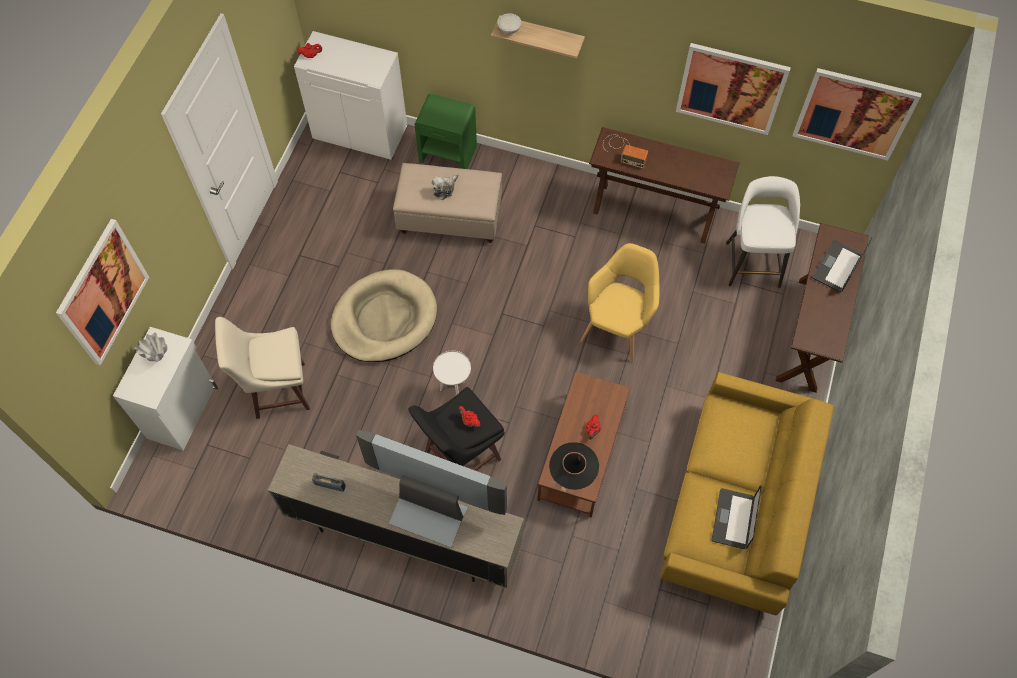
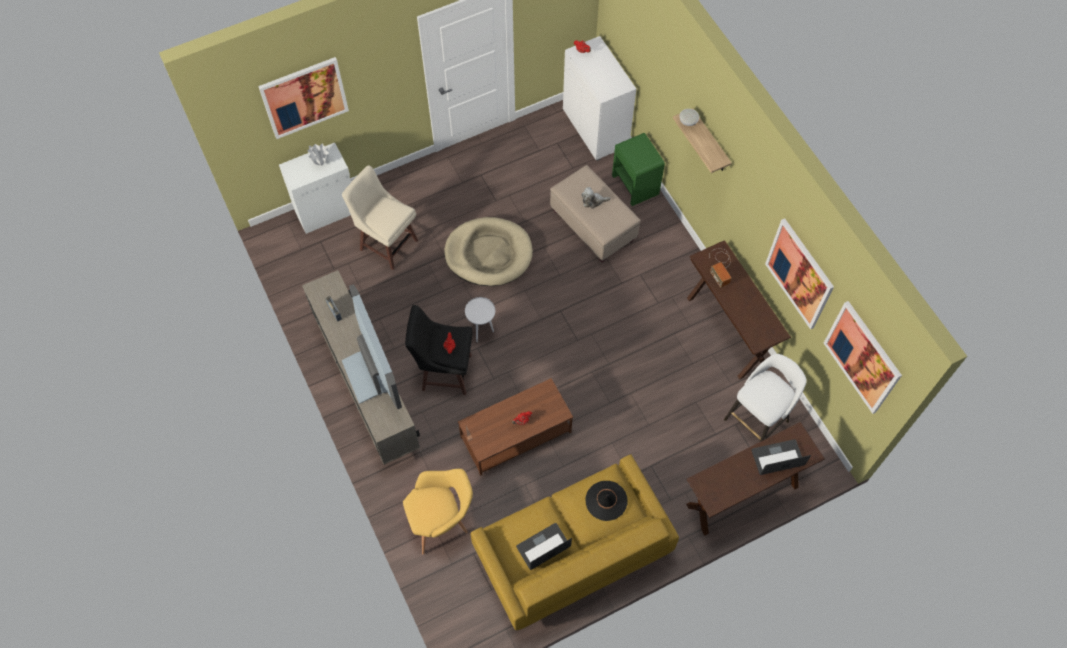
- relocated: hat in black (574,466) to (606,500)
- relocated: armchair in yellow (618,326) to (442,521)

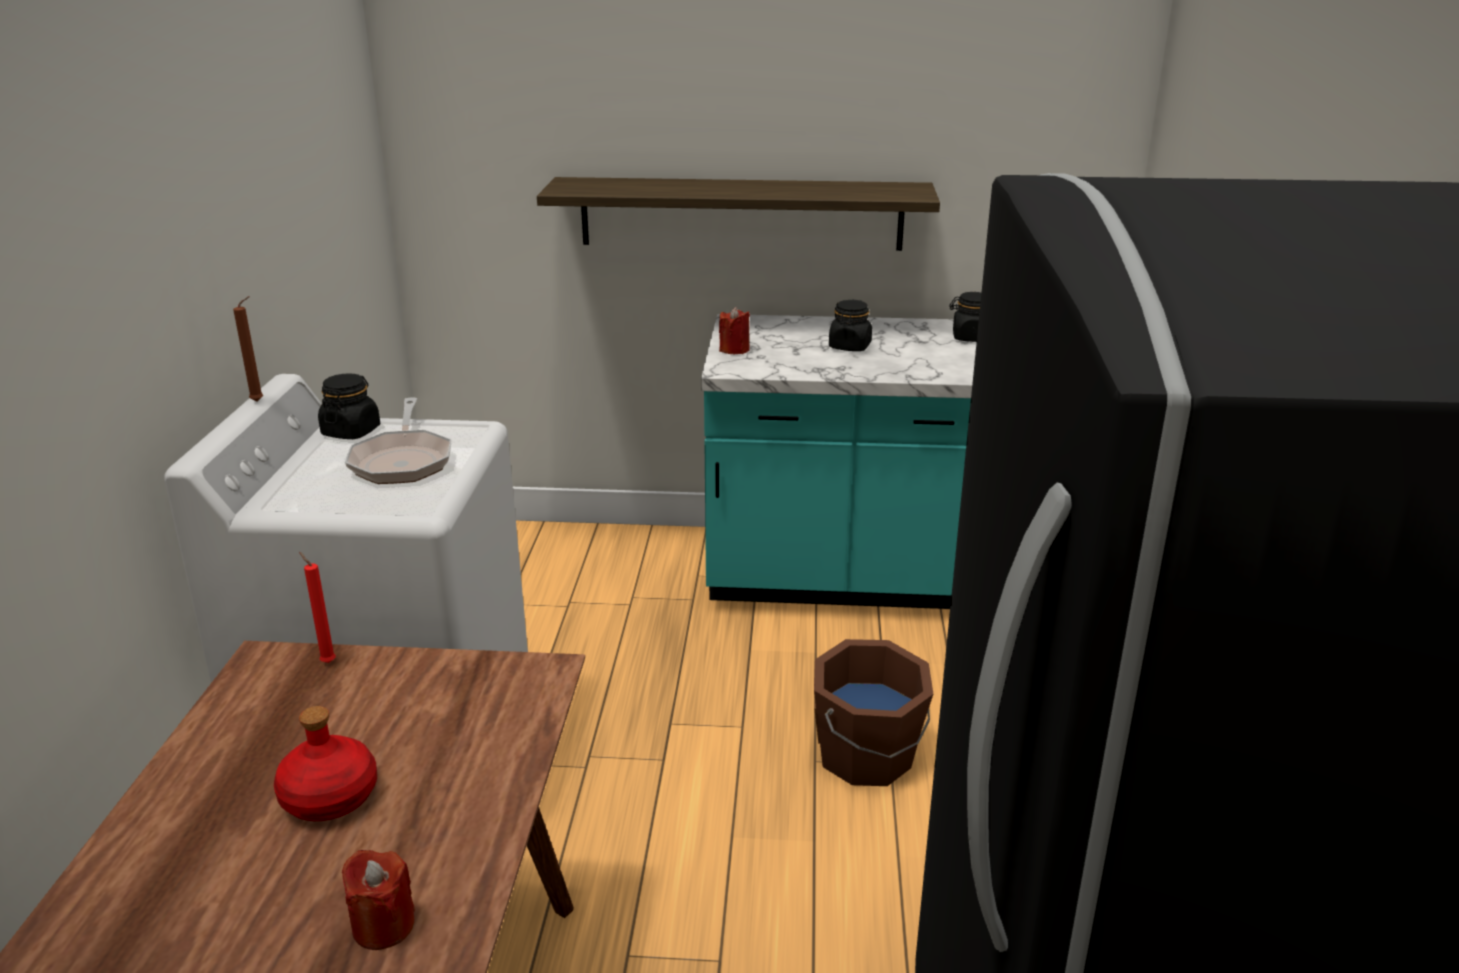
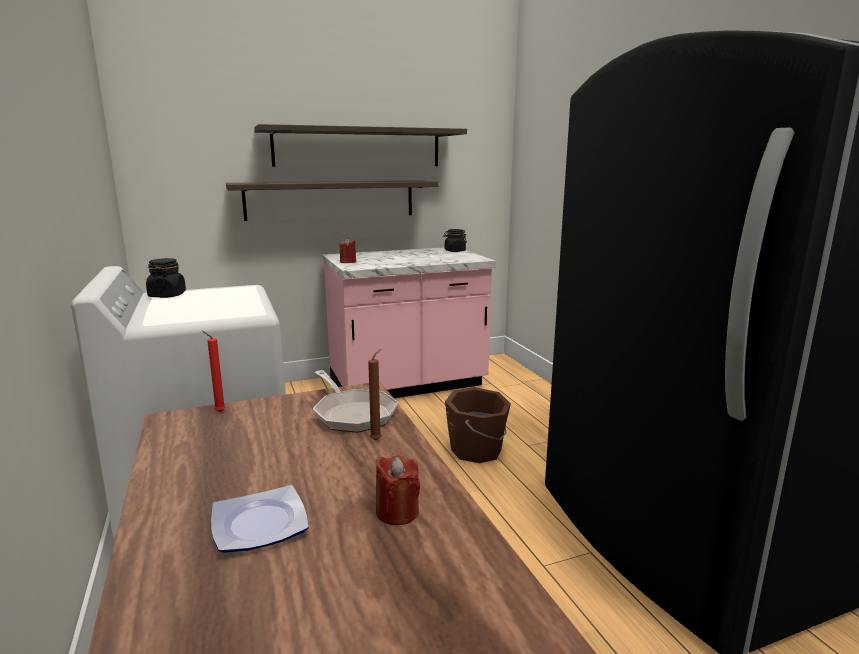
- relocated: candle in brown (259,401) to (377,439)
- missing: bottle in red (330,796)
- relocated: frying pan (402,461) to (352,414)
- colour: counter in turquoise (843,577) to counter in pink (407,384)
- missing: jar in black (850,347)
- appeared: plate (261,523)
- appeared: shelf (358,147)

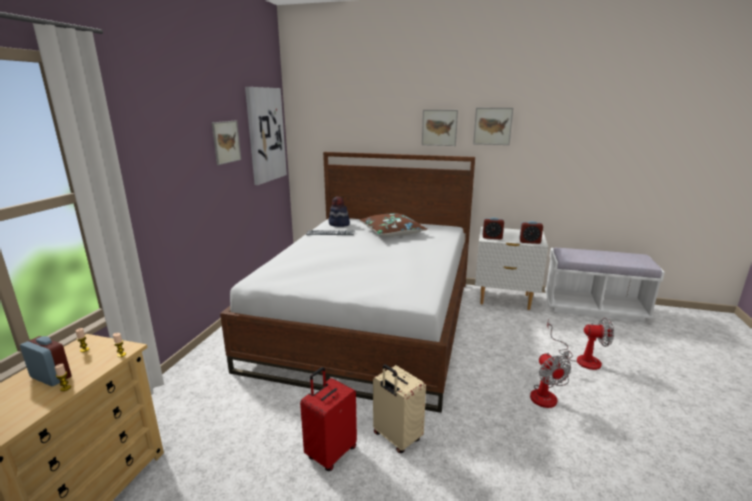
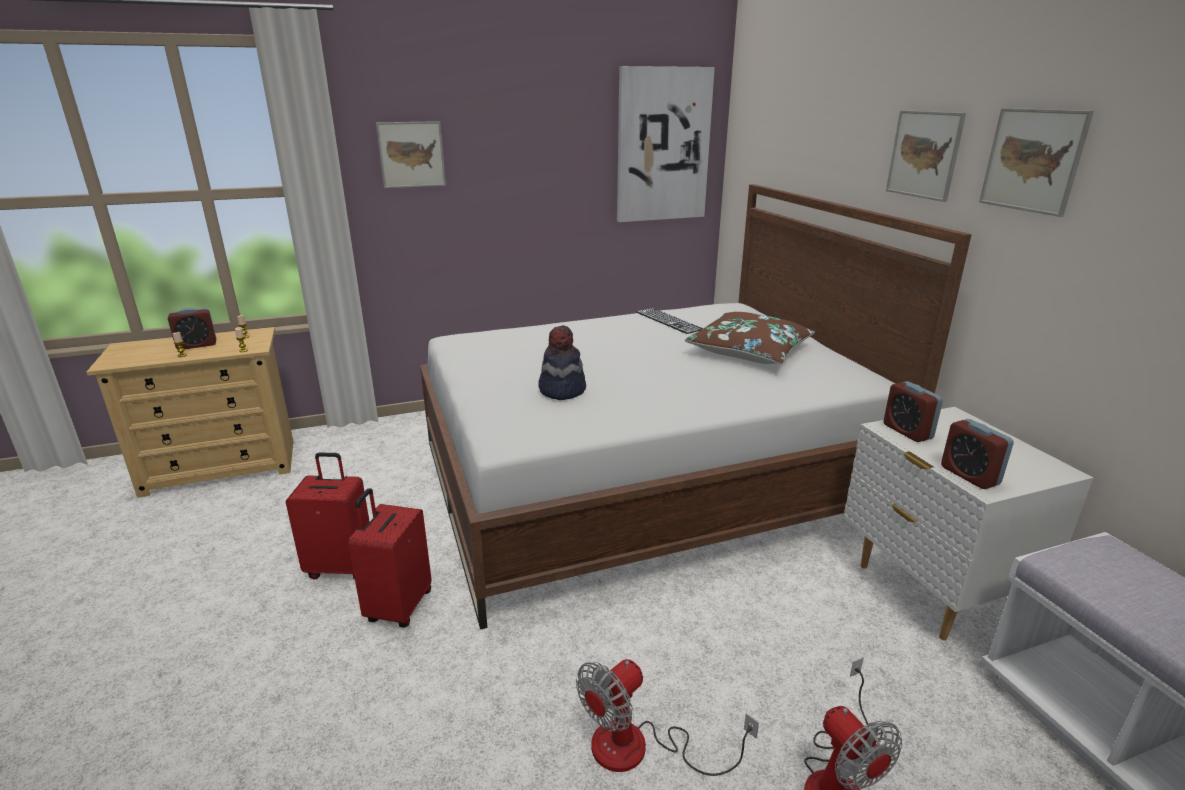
- spun: alarm clock (51,377) = (197,345) 75 degrees clockwise
- relocated: picture (226,142) to (411,154)
- relocated: hat (339,224) to (561,390)
- colour: suitcase in beige (396,438) to suitcase in red (398,607)

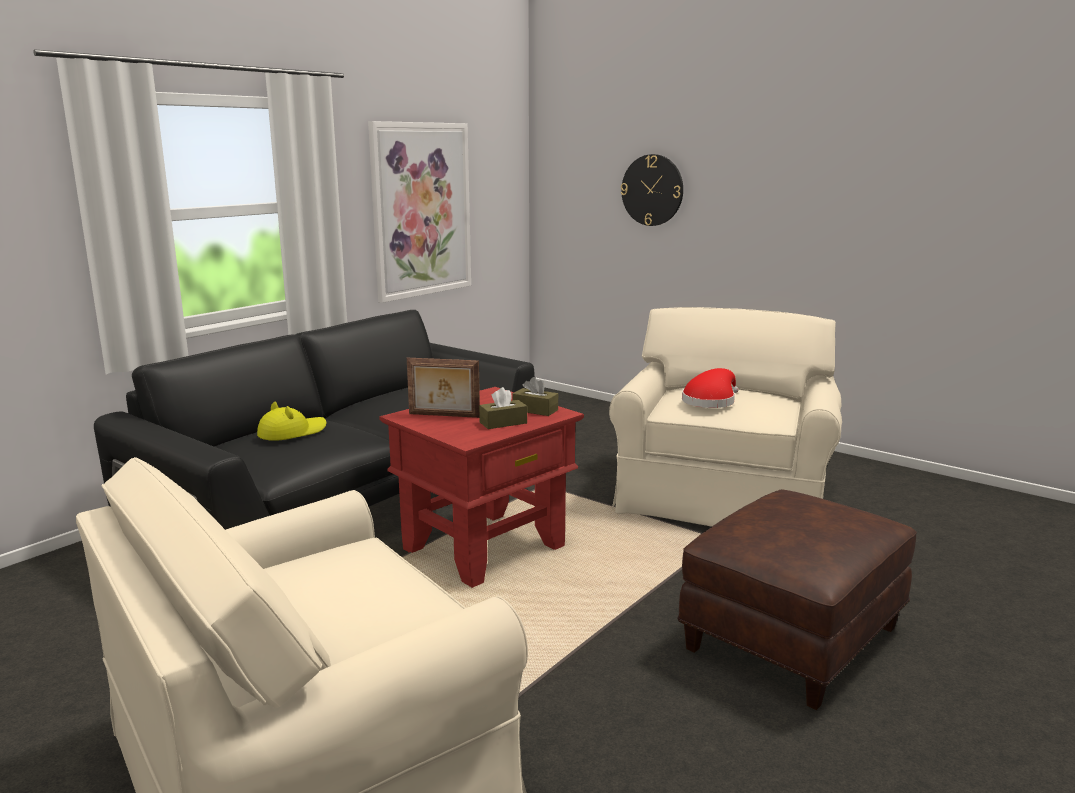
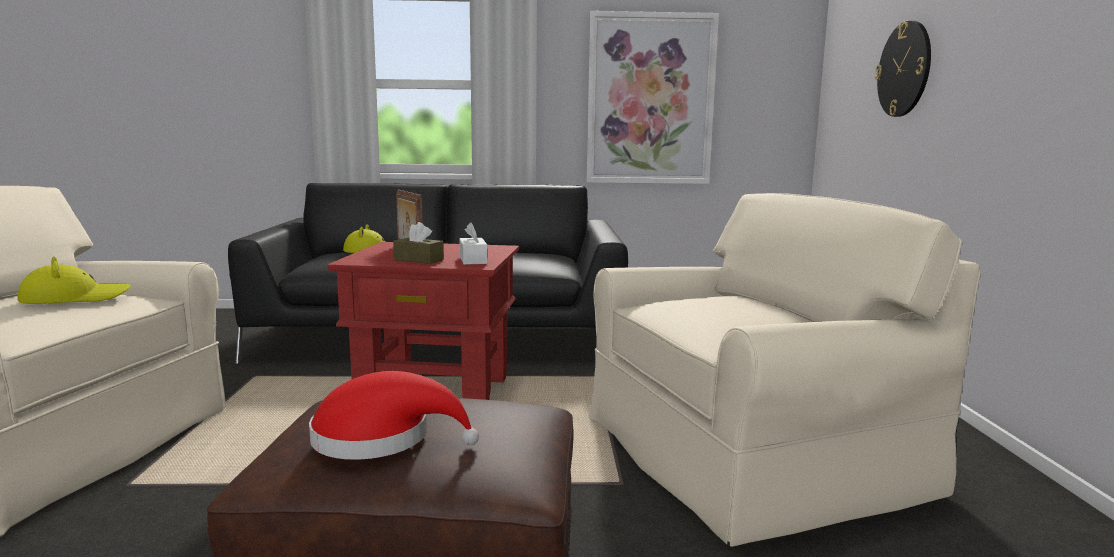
- colour: tissue box in brown (535,410) to tissue box in white (473,260)
- relocated: hat in red (710,401) to (381,438)
- appeared: hat in yellow (75,298)

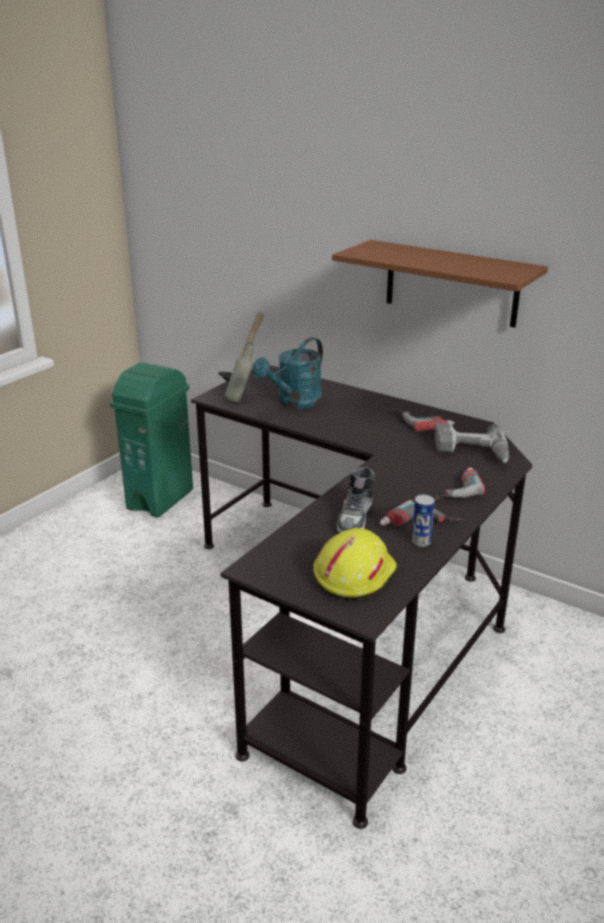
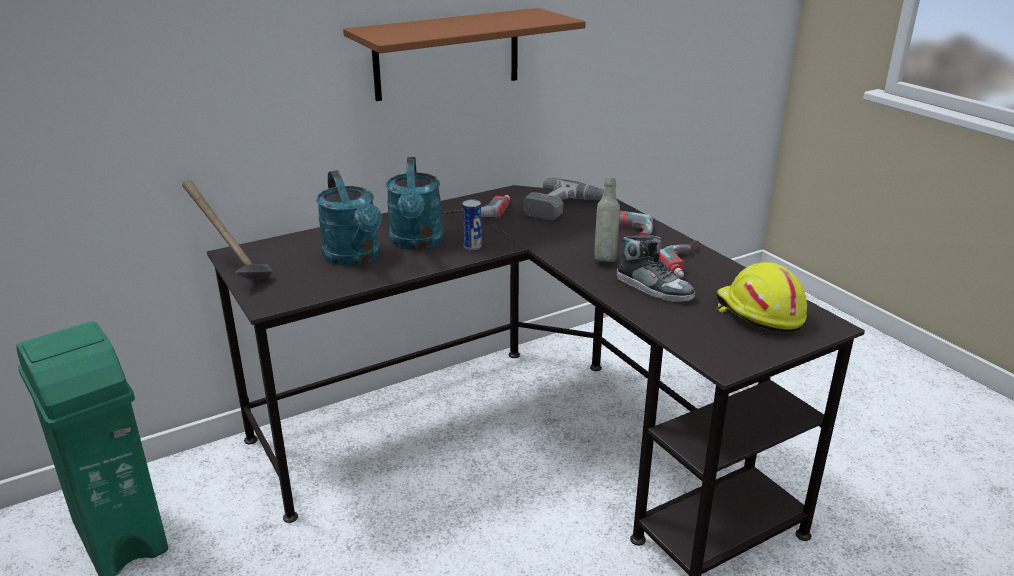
- relocated: bottle in grey (240,400) to (605,259)
- relocated: can (421,542) to (472,246)
- appeared: watering can in turquoise (417,243)

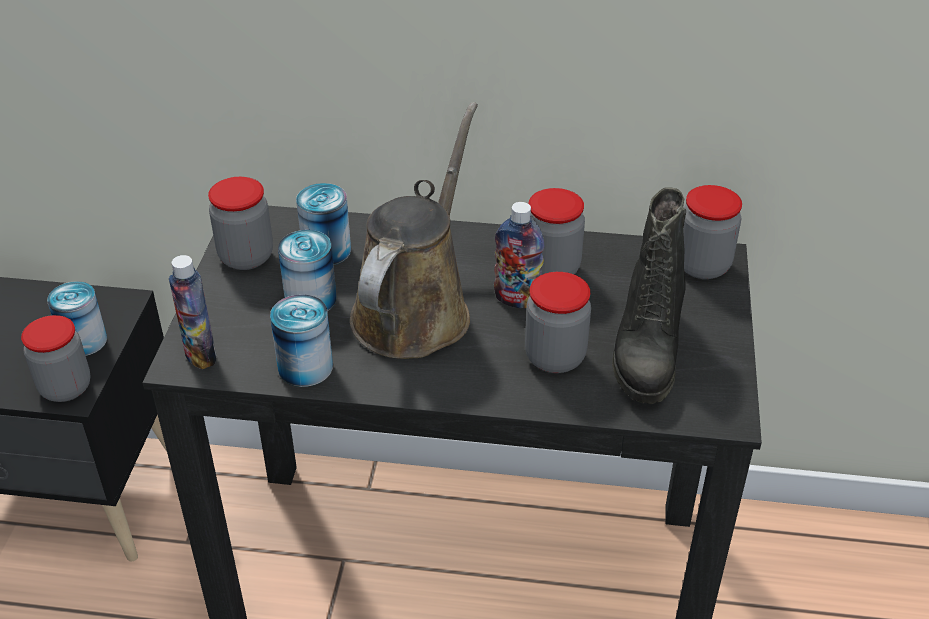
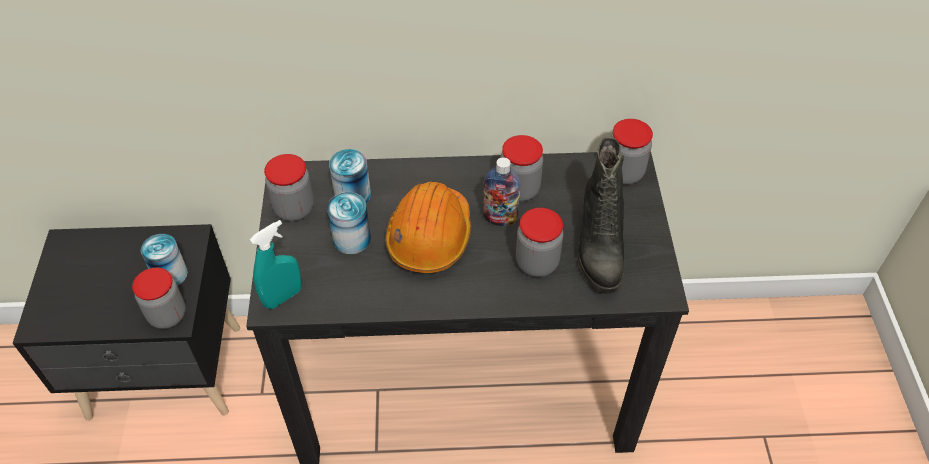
- exchanged: bottle (200,354) to spray bottle in turquoise (283,297)
- missing: can (305,367)
- exchanged: watering can in brown (415,309) to hard hat in orange (430,237)

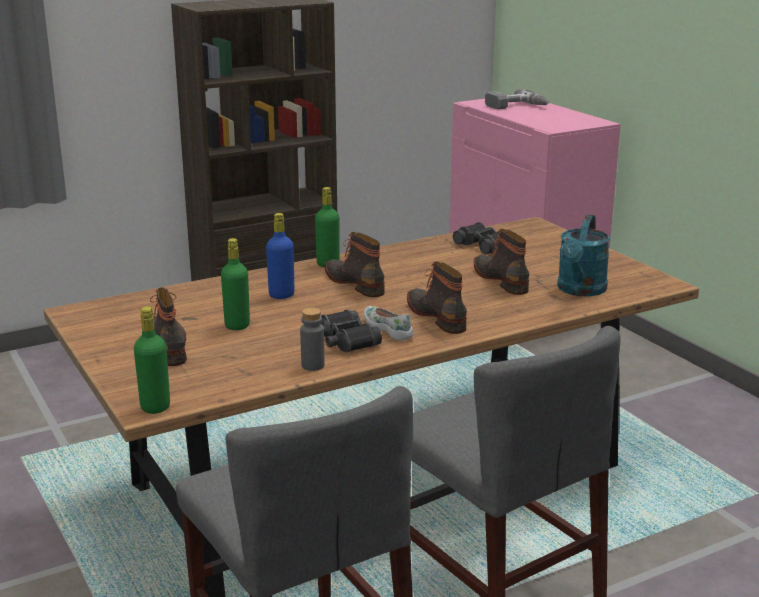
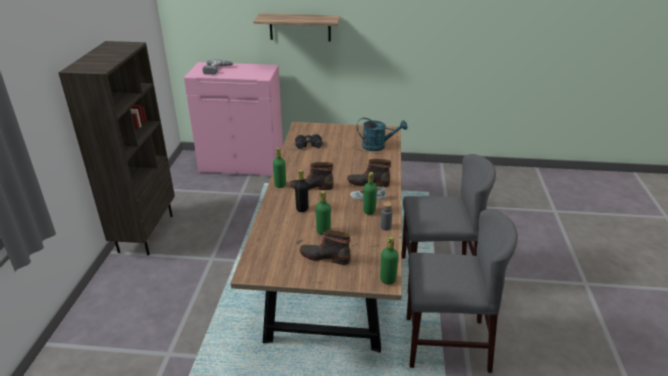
- colour: bottle in blue (281,295) to bottle in black (302,209)
- exchanged: binoculars in black (345,340) to bottle in green (369,211)
- missing: boot (502,279)
- spun: watering can in turquoise (580,290) = (378,146) 45 degrees counterclockwise
- appeared: shelf (300,27)

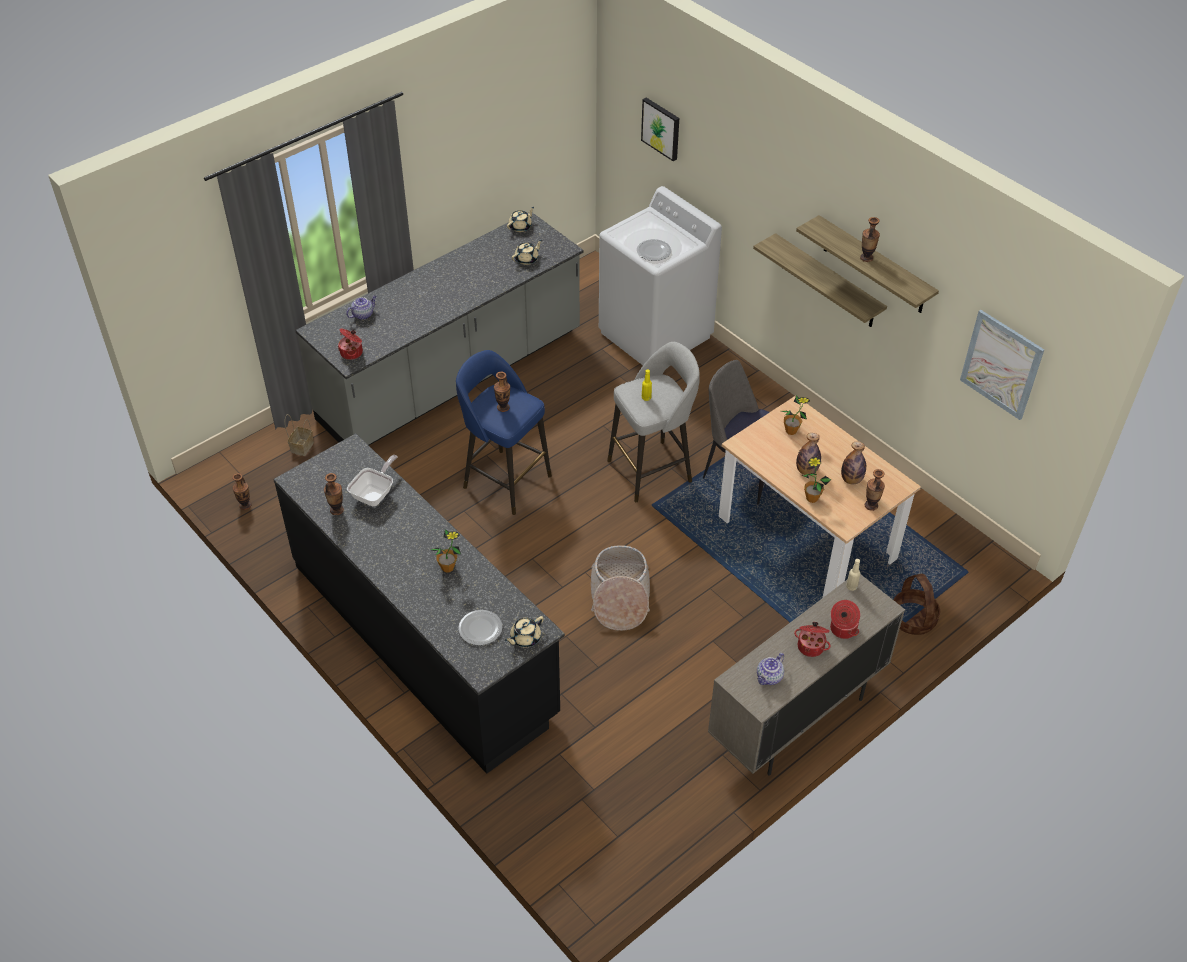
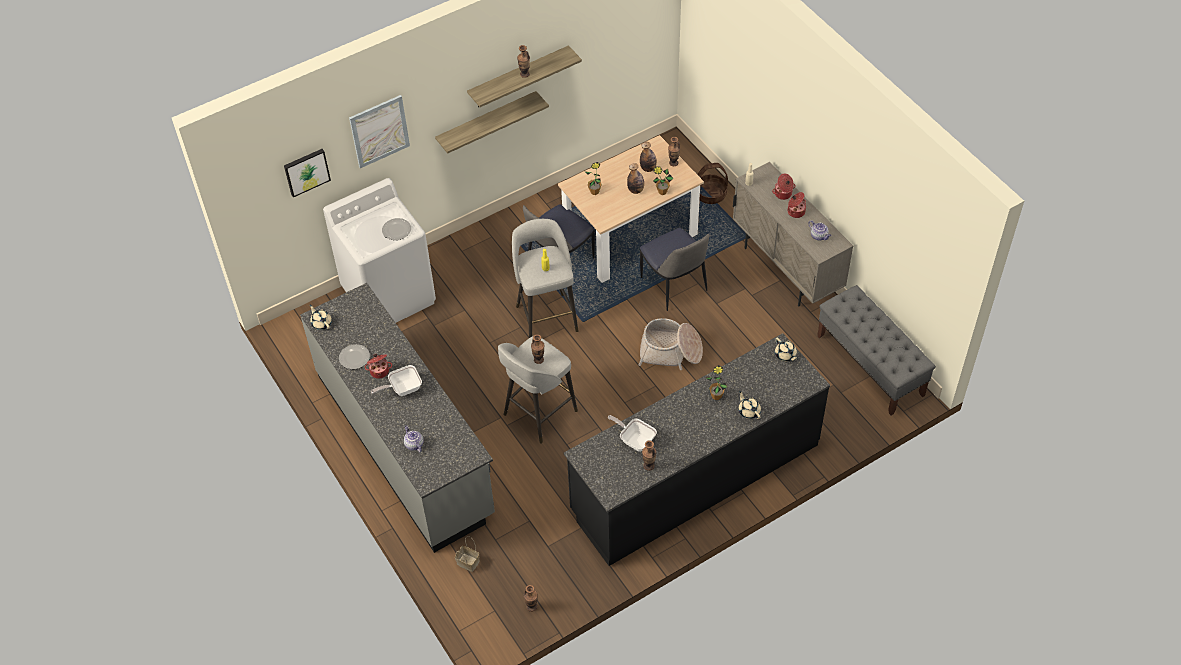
- relocated: cooking pot (352,352) to (379,371)
- colour: stool in blue (505,480) to stool in grey (538,414)
- relocated: plate (480,628) to (354,358)
- relocated: teapot in beige (527,259) to (749,411)
- relocated: picture (1001,364) to (379,131)
- appeared: frying pan (402,388)
- appeared: chair (674,286)
- appeared: bench in grey (870,365)

